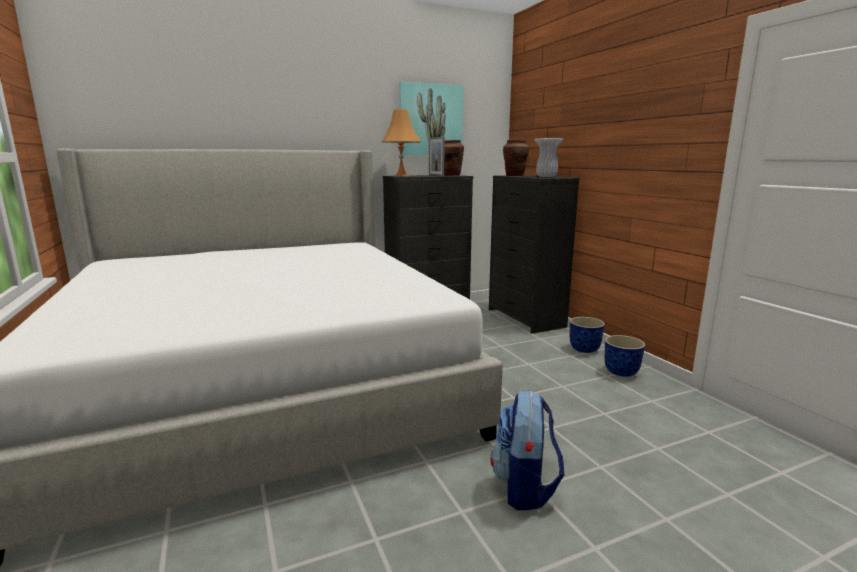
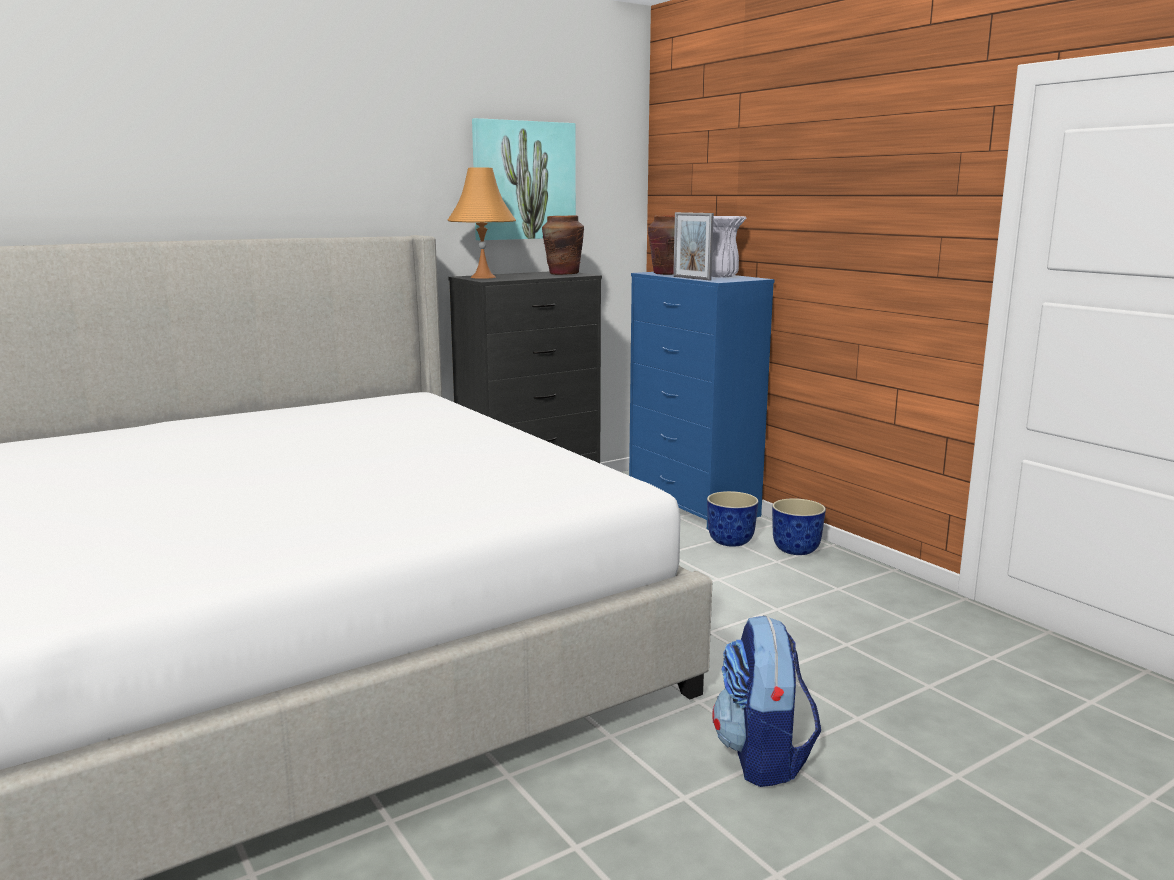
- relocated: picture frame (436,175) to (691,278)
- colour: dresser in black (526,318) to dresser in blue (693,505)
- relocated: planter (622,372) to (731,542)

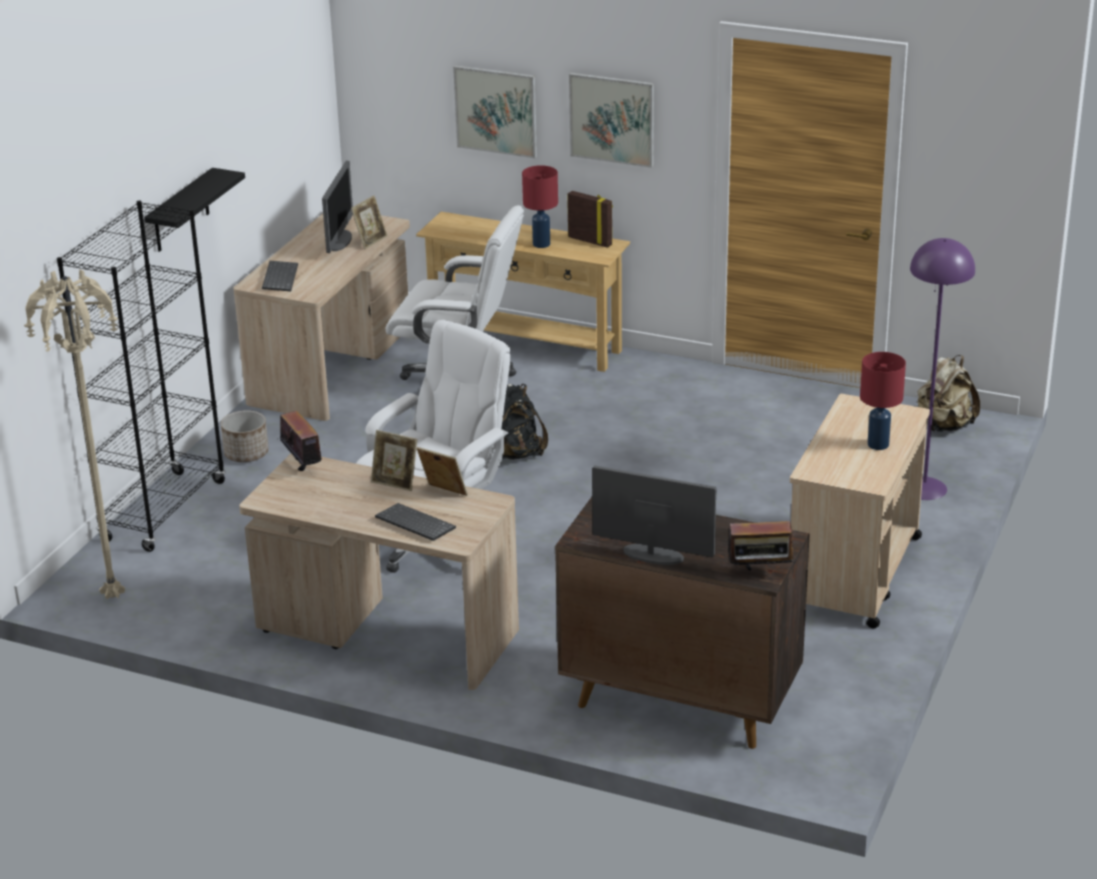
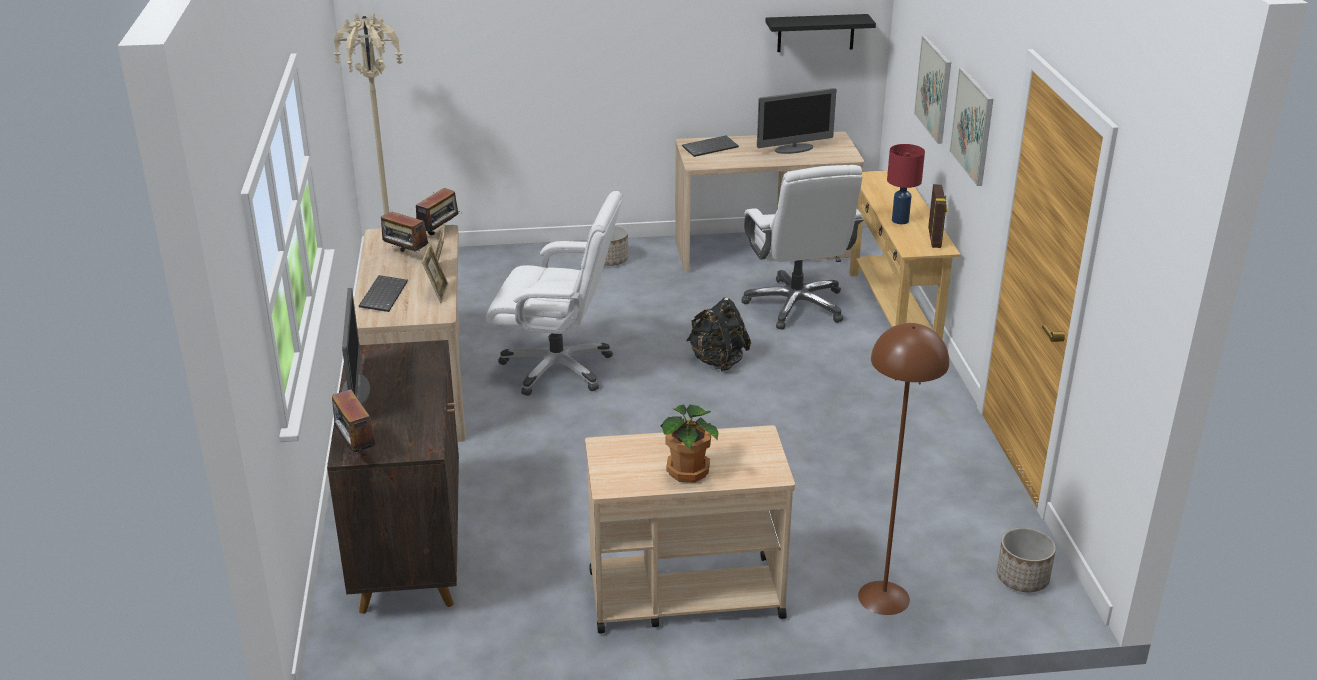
- missing: bookcase in black (164,511)
- relocated: shelf in black (181,211) to (816,33)
- missing: picture frame (370,241)
- exchanged: table lamp in red (878,445) to potted plant (689,471)
- colour: floor lamp in purple (924,488) to floor lamp in brown (883,597)
- exchanged: backpack in beige (944,426) to planter (1022,579)
- appeared: radio (406,255)

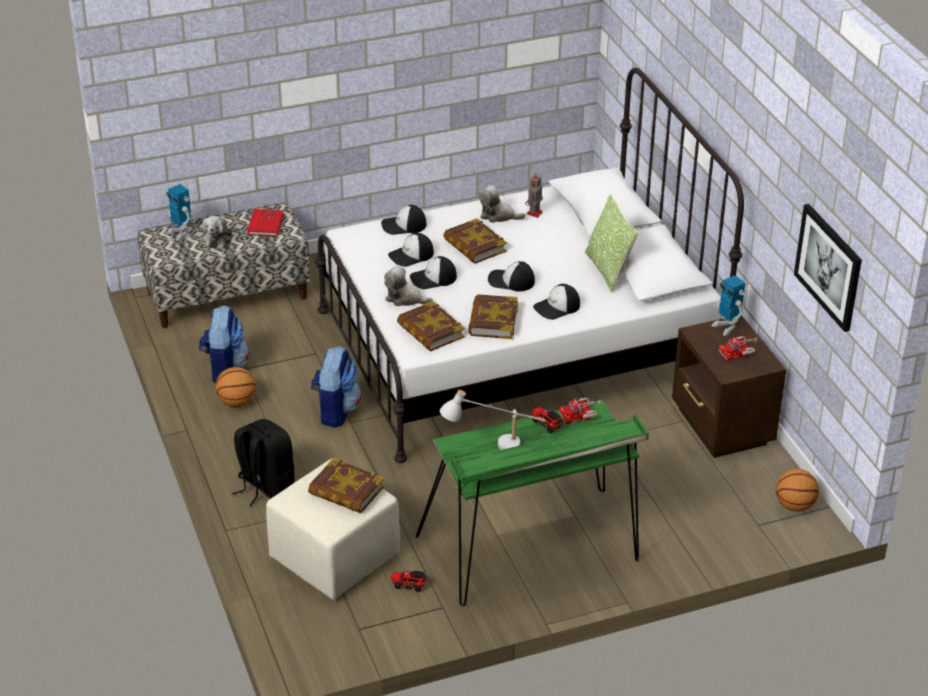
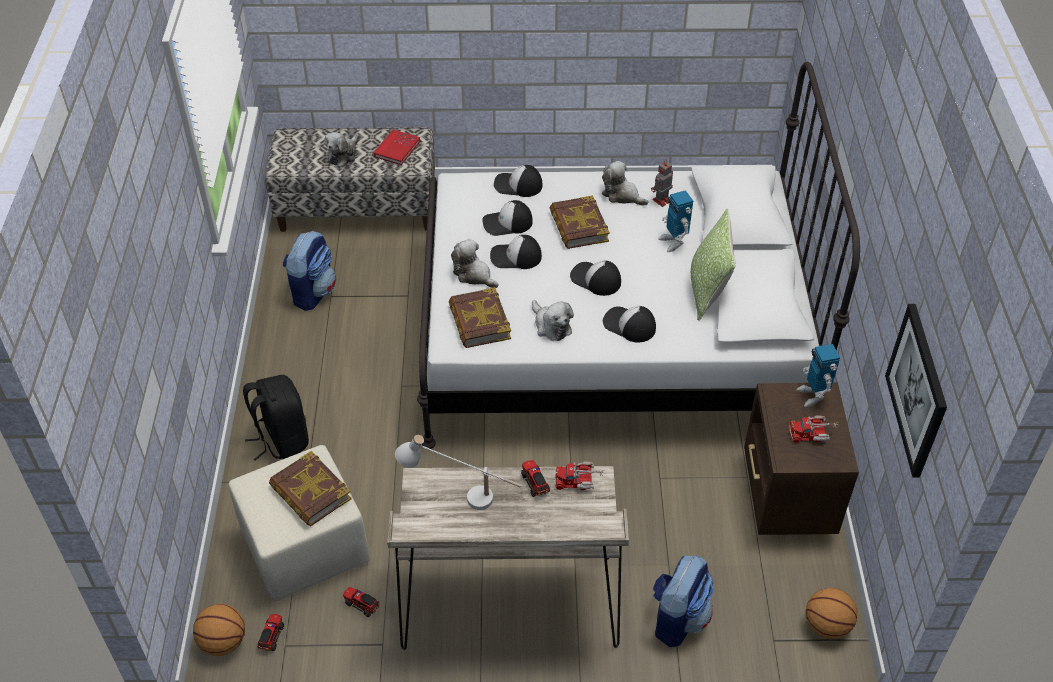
- relocated: toy robot (180,233) to (673,242)
- relocated: basketball (236,402) to (223,642)
- relocated: backpack (335,411) to (677,618)
- colour: desk in green (531,550) to desk in beige (509,599)
- exchanged: book (492,321) to plush toy (551,326)
- spun: cap (557,307) = (629,325) 45 degrees clockwise
- appeared: toy truck (271,636)

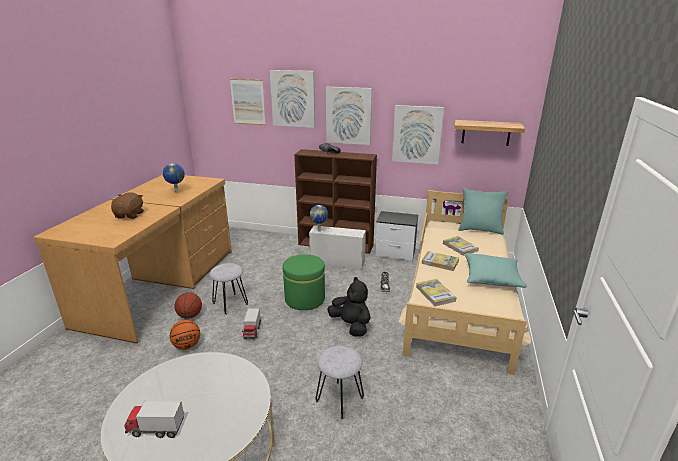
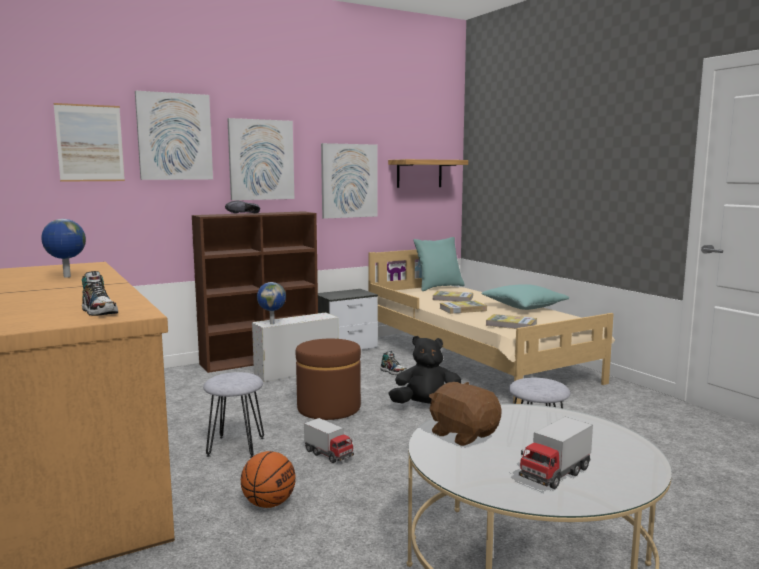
- relocated: plush toy in brown (130,215) to (463,434)
- missing: basketball (190,316)
- colour: ottoman in green (305,299) to ottoman in brown (329,408)
- appeared: shoe (99,312)

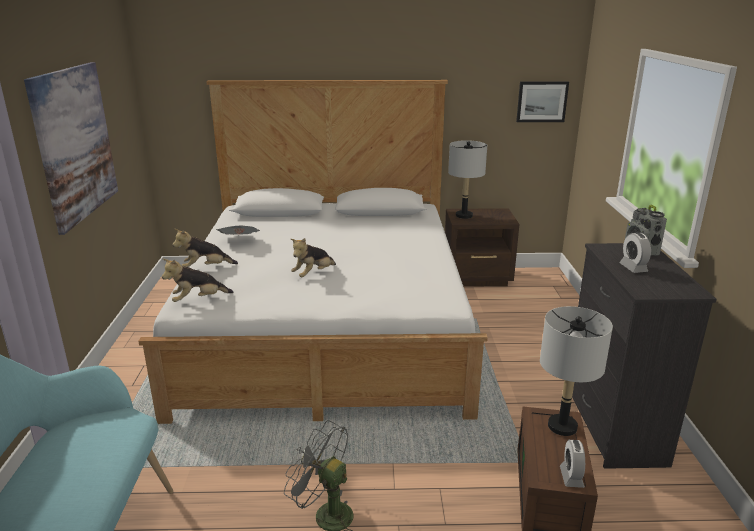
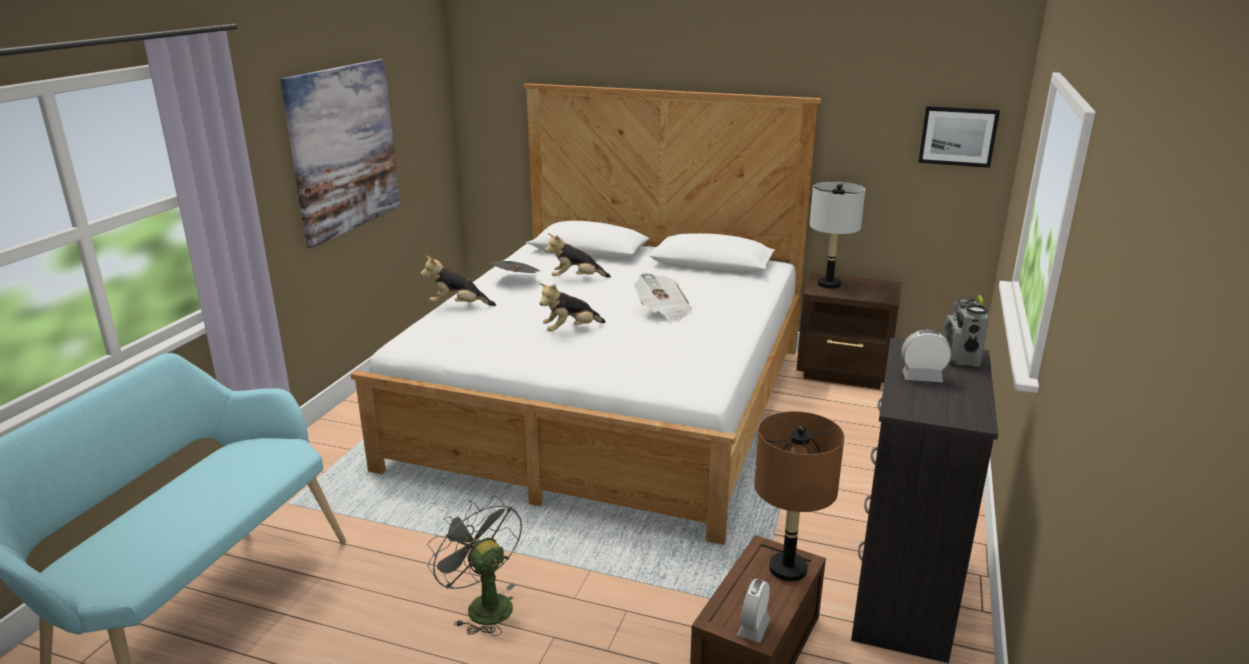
- relocated: plush toy (198,300) to (576,279)
- colour: table lamp in grey (562,426) to table lamp in brown (787,568)
- spun: alarm clock (633,268) = (922,377) 90 degrees clockwise
- appeared: newspaper (663,311)

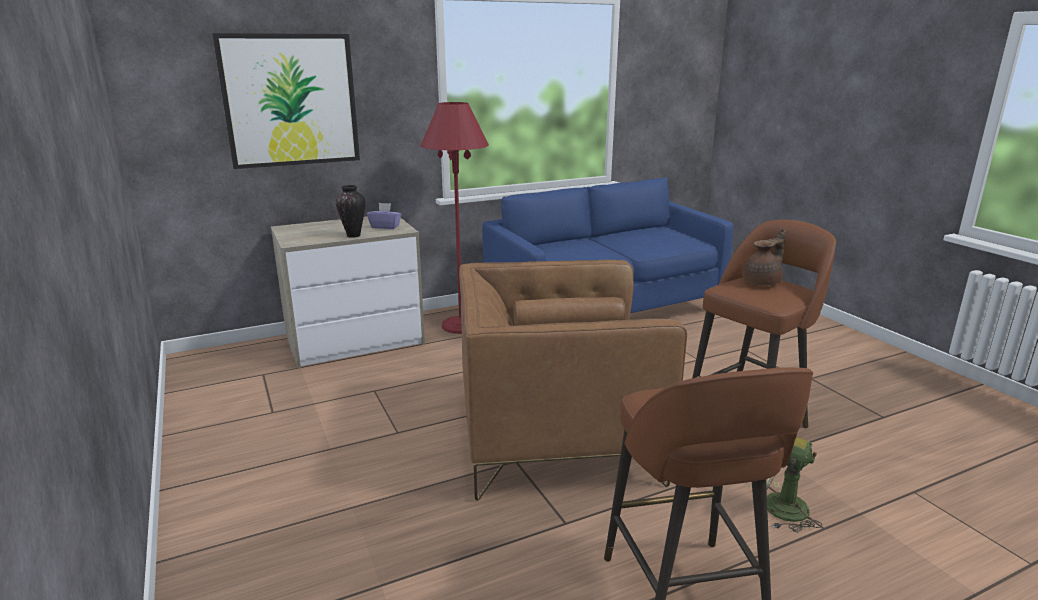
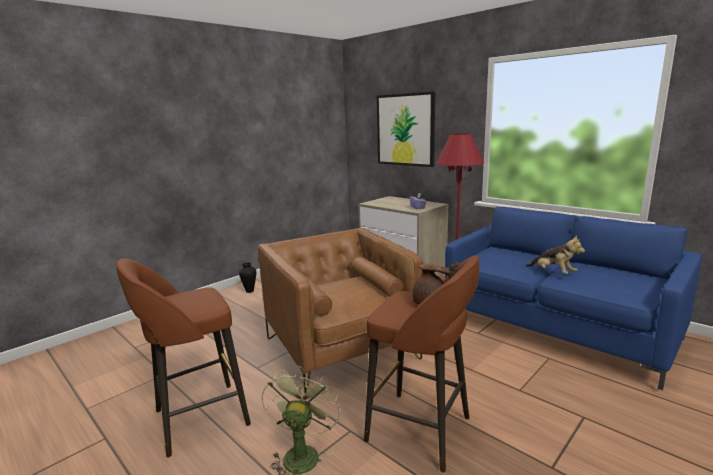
- relocated: vase (354,236) to (249,291)
- appeared: plush toy (553,273)

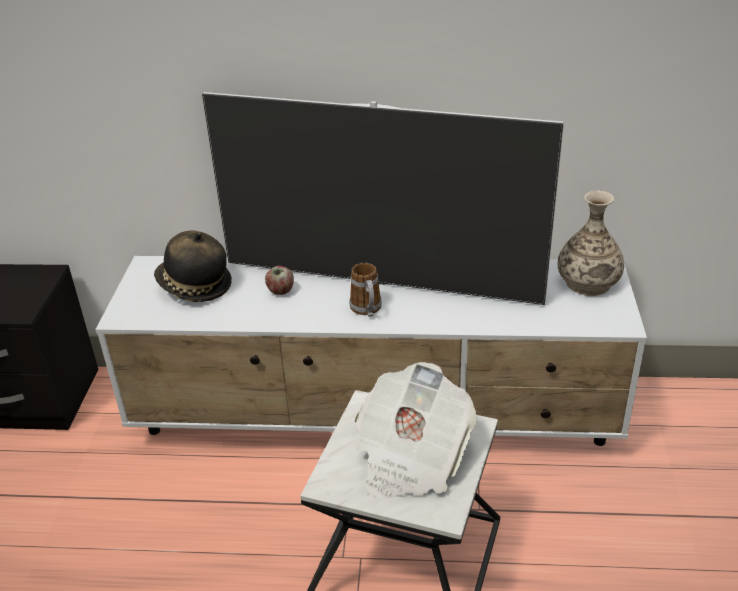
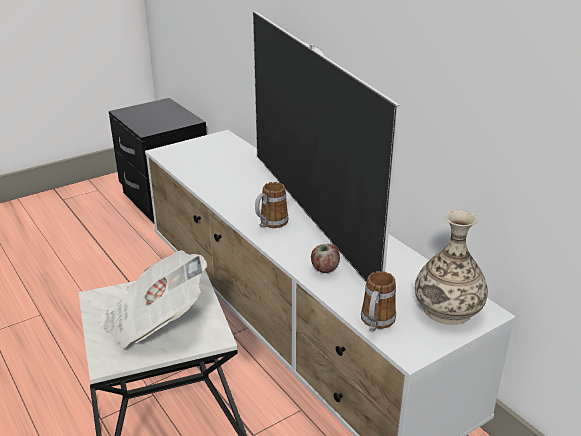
- missing: hat (194,287)
- relocated: apple (280,291) to (324,269)
- appeared: mug (376,323)

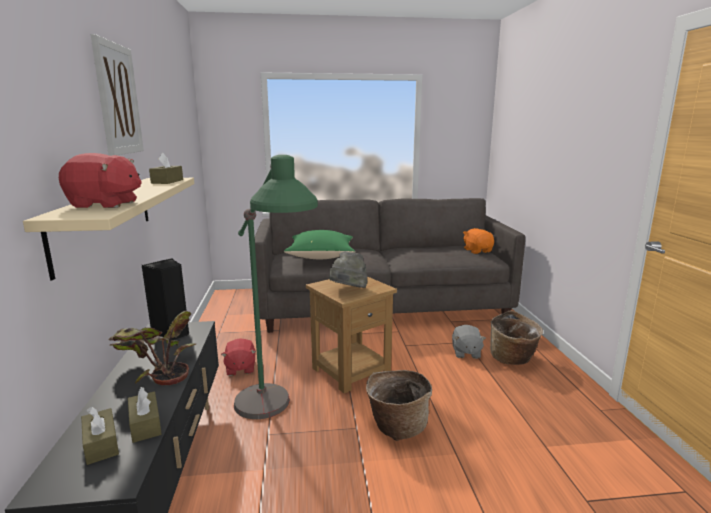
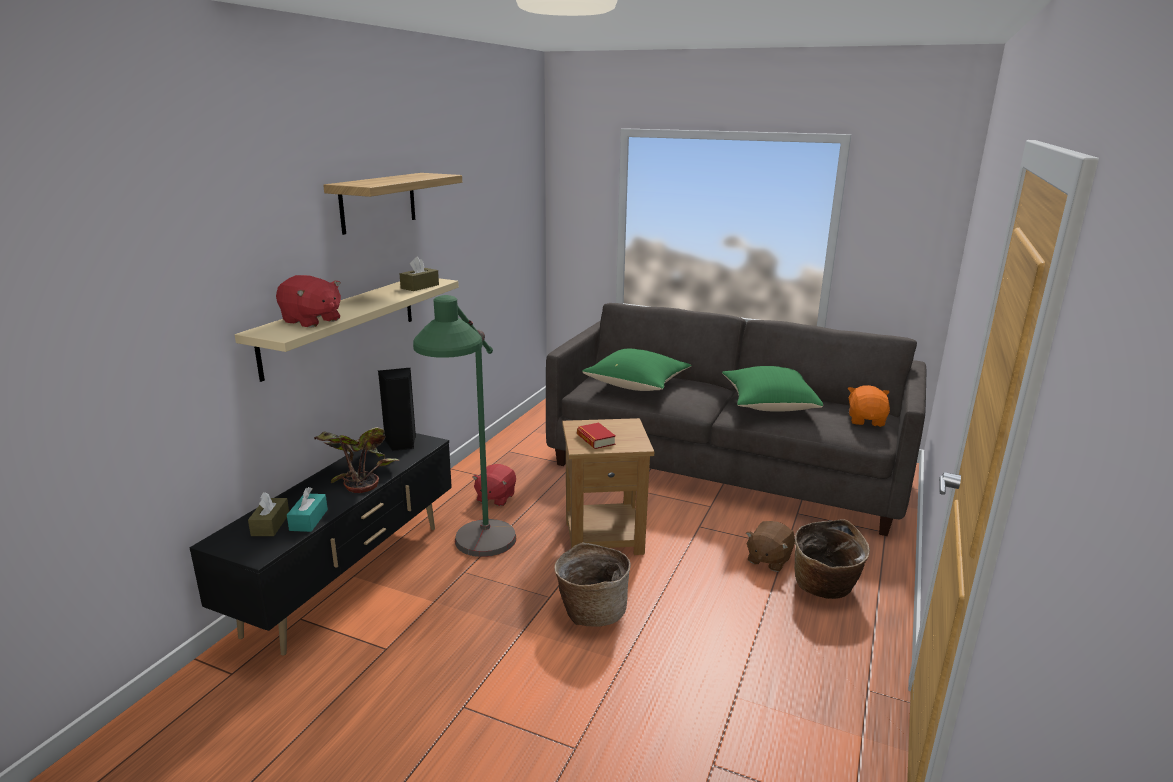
- exchanged: picture (118,99) to shelf (378,202)
- colour: tissue box in brown (145,425) to tissue box in turquoise (308,520)
- exchanged: hat in grey (348,290) to book (595,440)
- colour: plush toy in grey (466,353) to plush toy in brown (768,559)
- appeared: pillow in green (767,405)

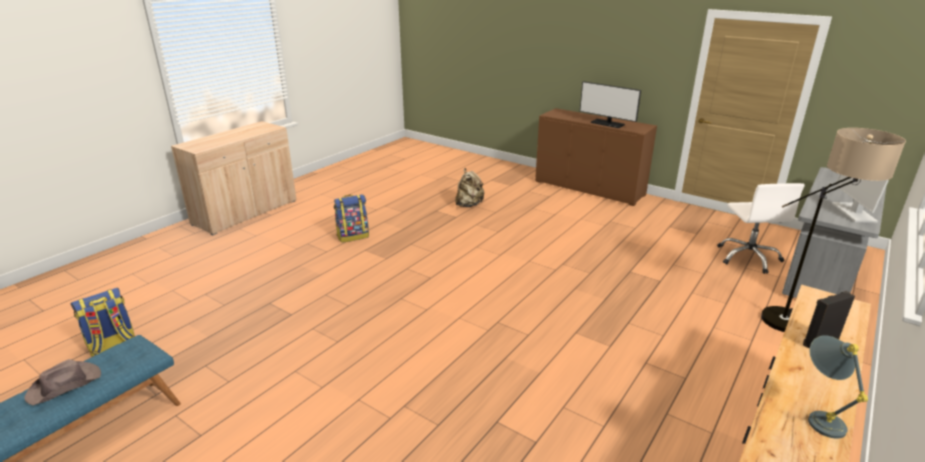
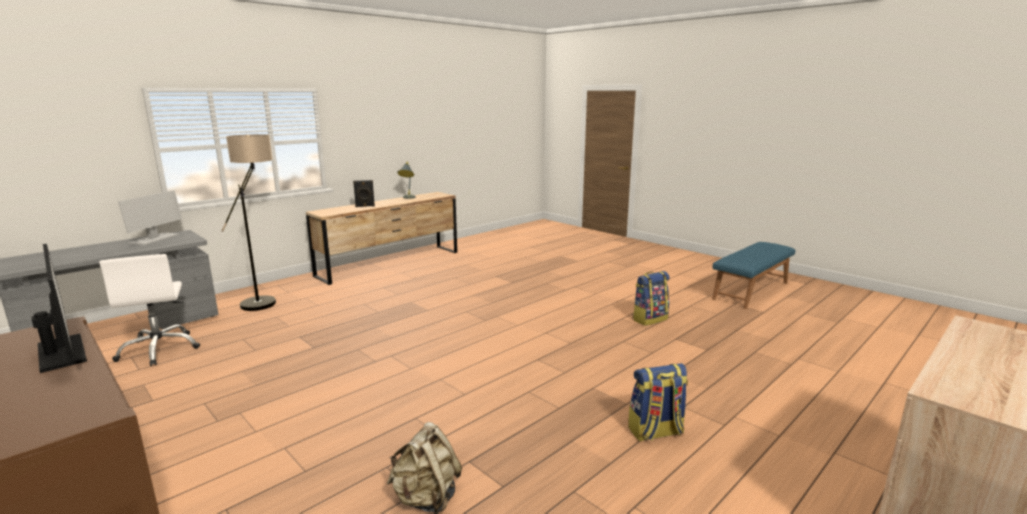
- missing: hat in brown (65,385)
- relocated: backpack (112,345) to (649,319)
- spun: office chair in white (748,257) = (160,349) 150 degrees clockwise

